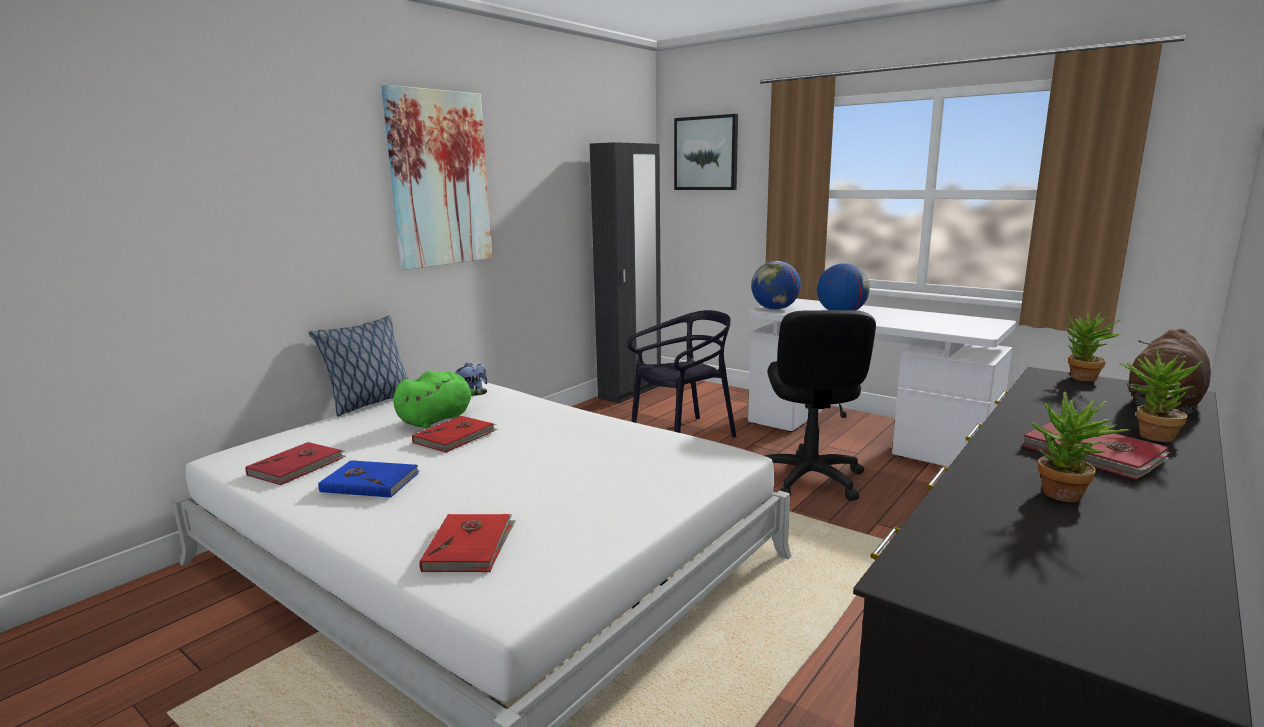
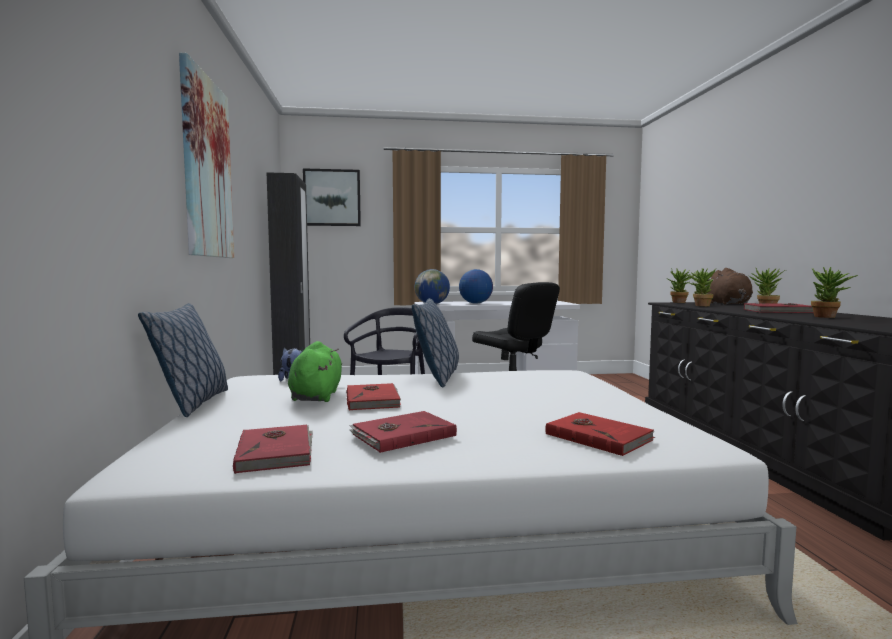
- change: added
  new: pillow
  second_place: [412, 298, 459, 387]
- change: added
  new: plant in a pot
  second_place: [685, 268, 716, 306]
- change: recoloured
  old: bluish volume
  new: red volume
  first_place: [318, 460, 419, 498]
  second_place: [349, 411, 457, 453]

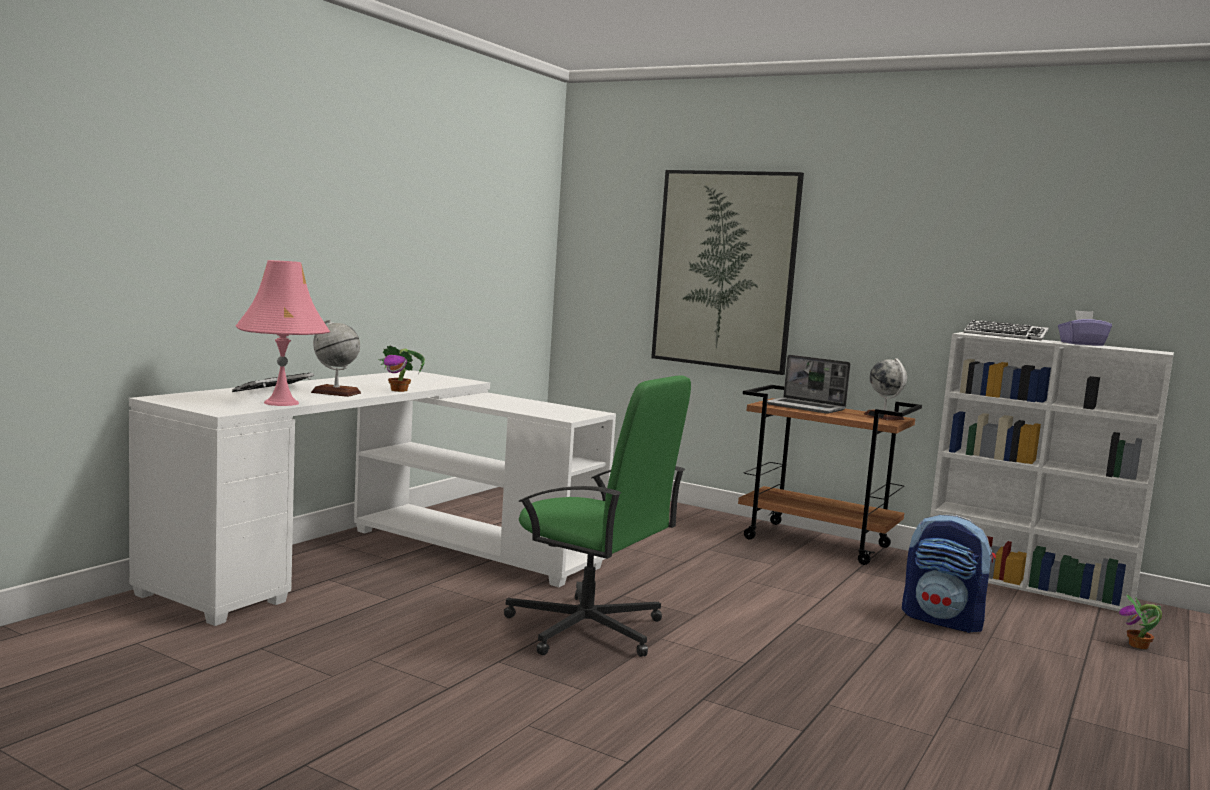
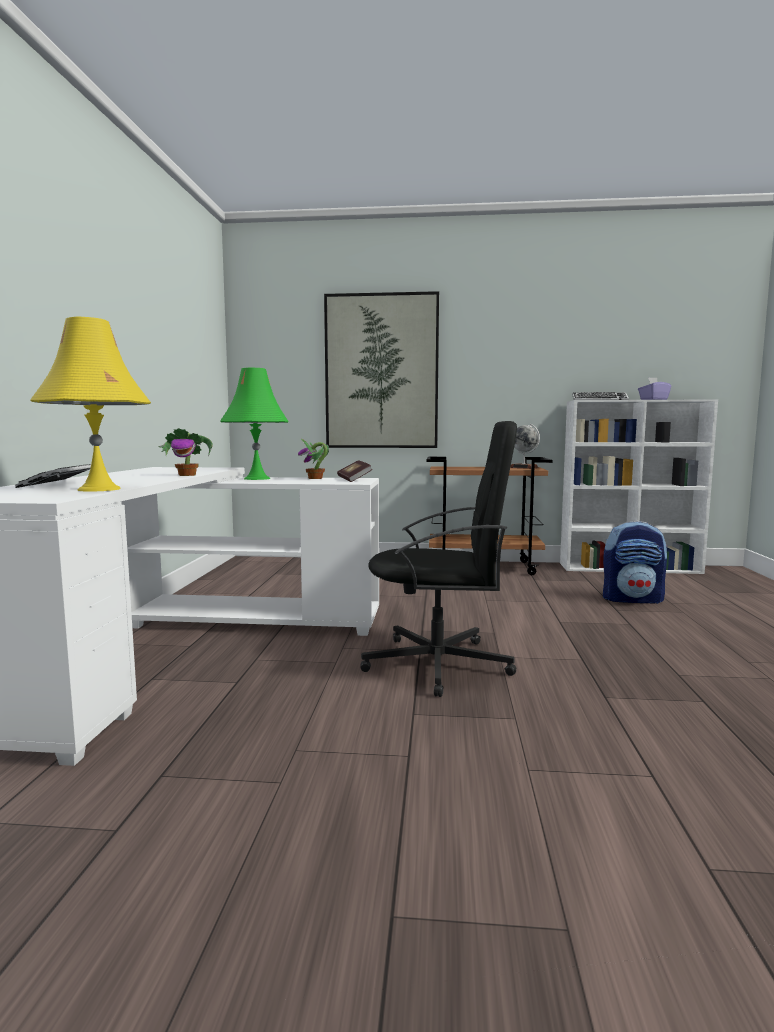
- change: removed
  old: globe
  first_place: [311, 320, 361, 397]
- change: removed
  old: notebook computer
  first_place: [767, 355, 851, 414]
- change: added
  new: greenish table lamp
  second_place: [220, 368, 289, 480]
- change: added
  new: volume
  second_place: [337, 460, 372, 482]
- change: moved
  old: plant in a pot
  first_place: [1119, 594, 1162, 649]
  second_place: [298, 439, 329, 479]
- change: recoloured
  old: pink-coloured table lamp
  new: yellow table lamp
  first_place: [236, 260, 330, 406]
  second_place: [30, 317, 151, 492]
- change: recoloured
  old: greenish computer chair
  new: black-coloured computer chair
  first_place: [504, 375, 691, 657]
  second_place: [360, 421, 517, 697]

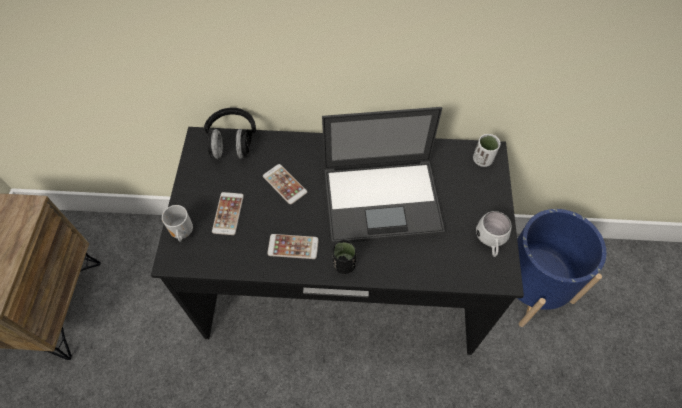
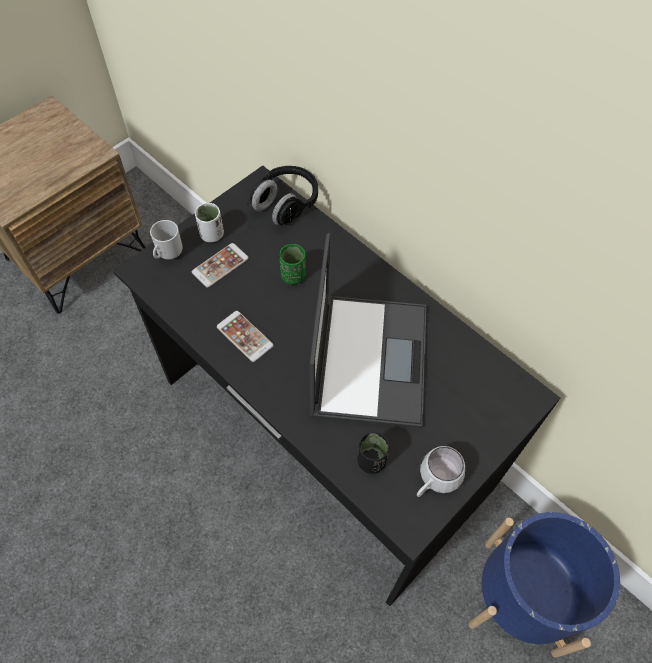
- change: moved
  old: black-coloured drinking cup
  first_place: [332, 240, 357, 274]
  second_place: [358, 432, 390, 474]
- change: moved
  old: white-coloured drinking cup
  first_place: [473, 134, 501, 167]
  second_place: [195, 203, 224, 242]
- change: replaced
  old: handset
  new: greenish drinking cup
  first_place: [263, 164, 307, 205]
  second_place: [279, 244, 306, 284]
- change: turned
  old: notebook computer
  first_place: [322, 107, 445, 244]
  second_place: [309, 233, 427, 428]
  degrees: -120

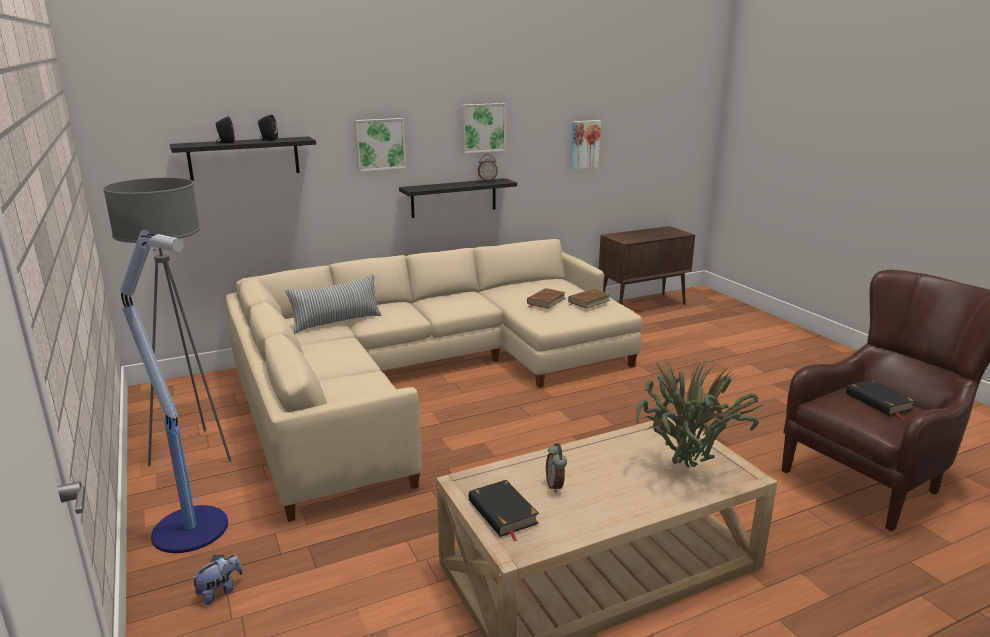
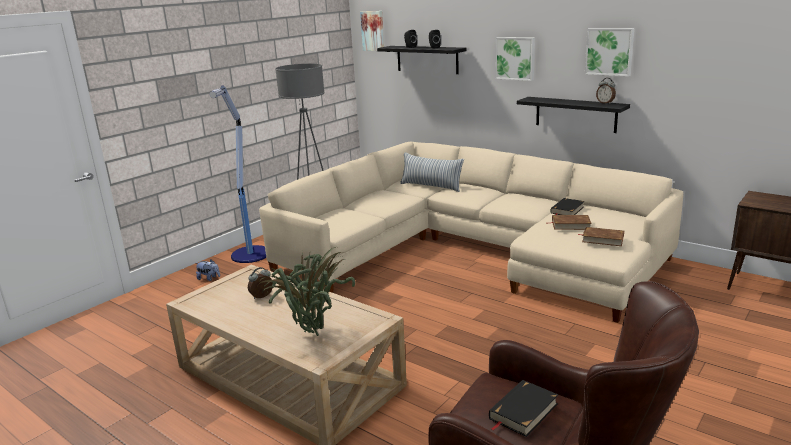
- change: moved
  old: black-coloured volume
  first_place: [469, 480, 539, 541]
  second_place: [551, 198, 585, 215]
- change: moved
  old: wall art
  first_place: [571, 120, 601, 170]
  second_place: [360, 11, 384, 51]

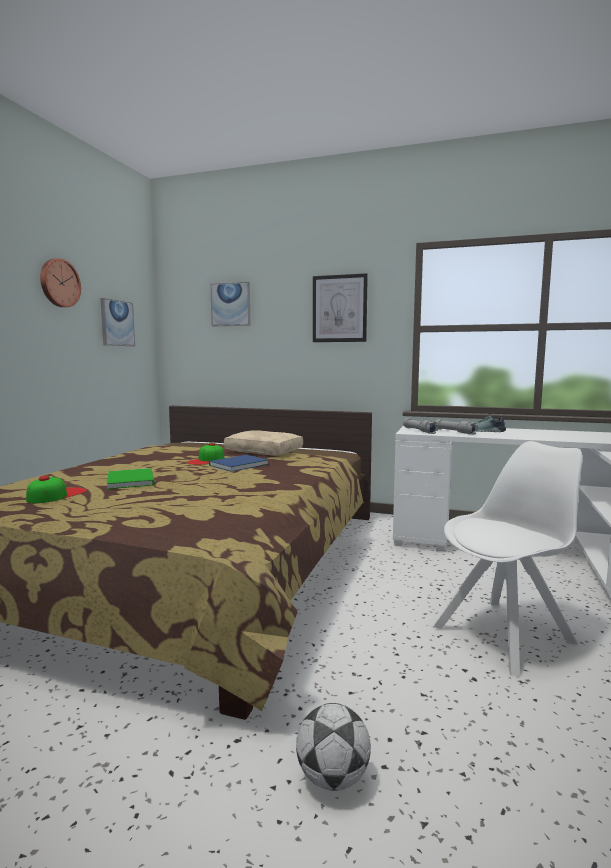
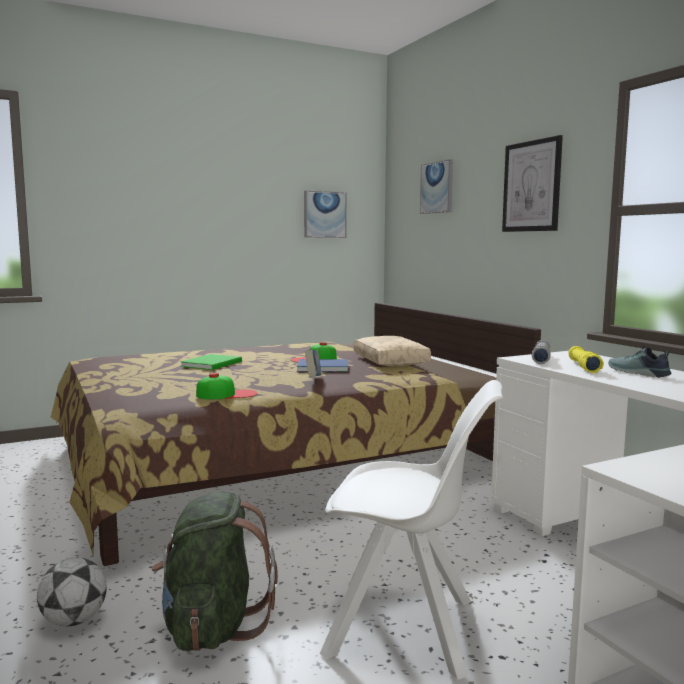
- change: removed
  old: clock on the wall
  first_place: [40, 258, 81, 307]
- change: added
  new: greenish knapsack
  second_place: [152, 492, 278, 651]
- change: added
  new: volume
  second_place: [305, 350, 321, 378]
- change: moved
  old: cap
  first_place: [26, 476, 87, 503]
  second_place: [196, 373, 258, 400]
- change: recoloured
  old: gray torch
  new: yellow torch
  first_place: [435, 419, 478, 434]
  second_place: [568, 346, 604, 373]

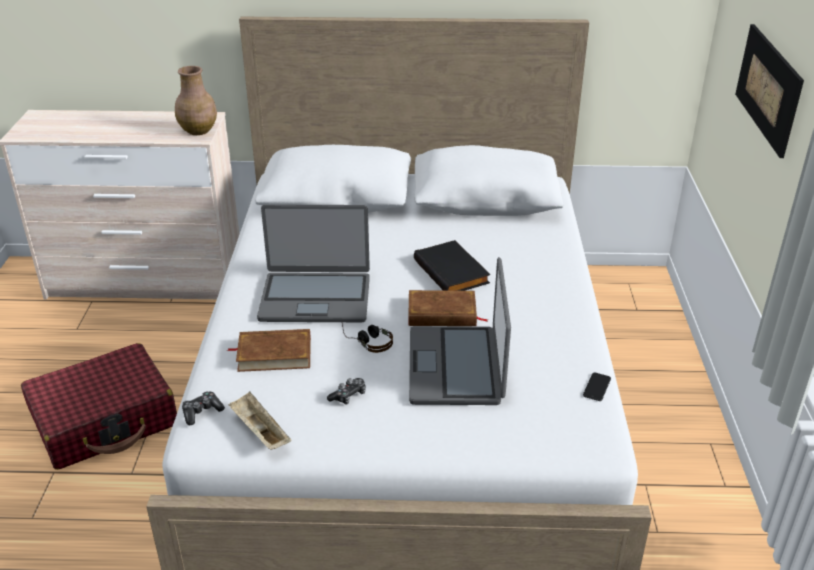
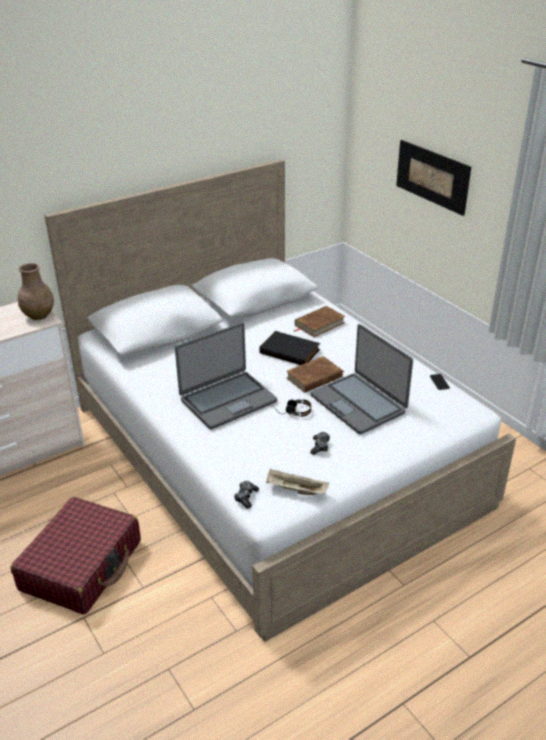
- change: moved
  old: brown volume
  first_place: [227, 329, 311, 372]
  second_place: [294, 306, 345, 337]

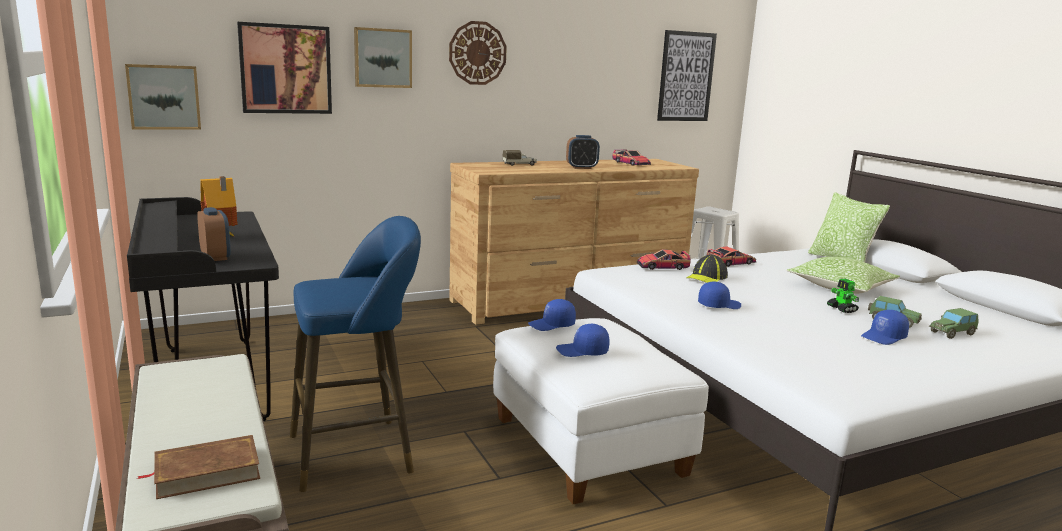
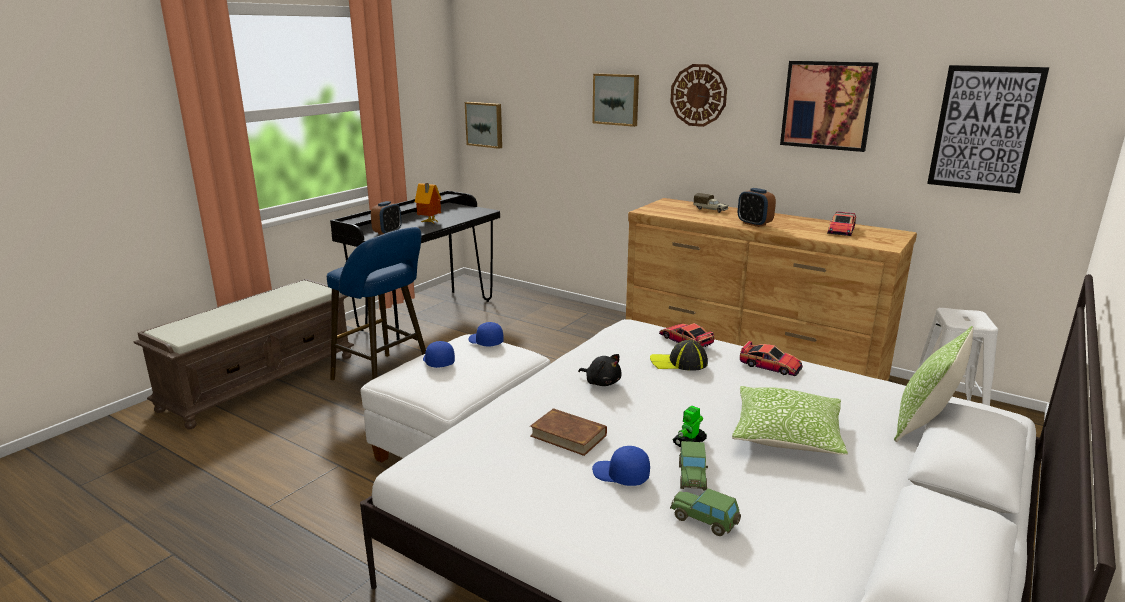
- change: moved
  old: brown volume
  first_place: [137, 435, 260, 499]
  second_place: [530, 408, 607, 456]
- change: moved
  old: wall art
  first_place: [237, 22, 332, 114]
  second_place: [780, 61, 879, 152]
- change: replaced
  old: bluish cap
  new: black-coloured cuddly toy
  first_place: [698, 282, 741, 309]
  second_place: [578, 354, 622, 386]

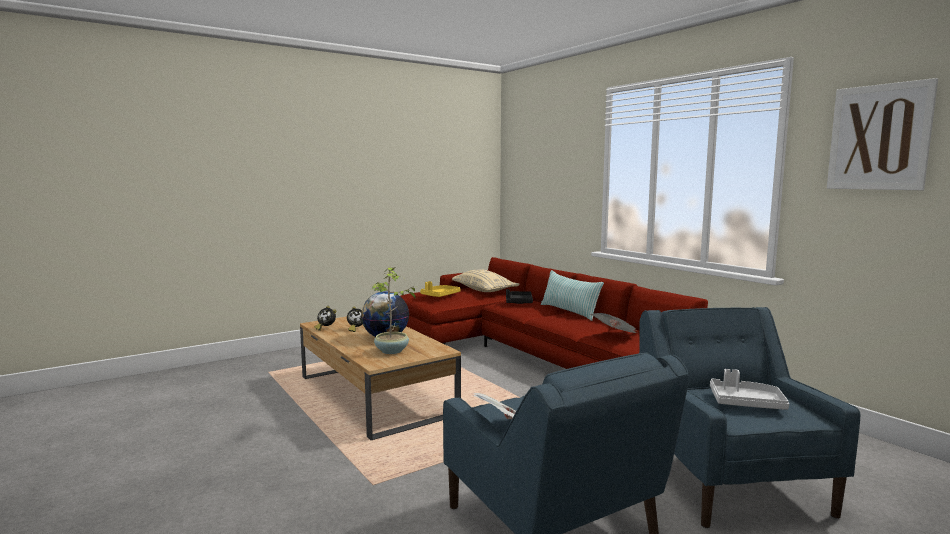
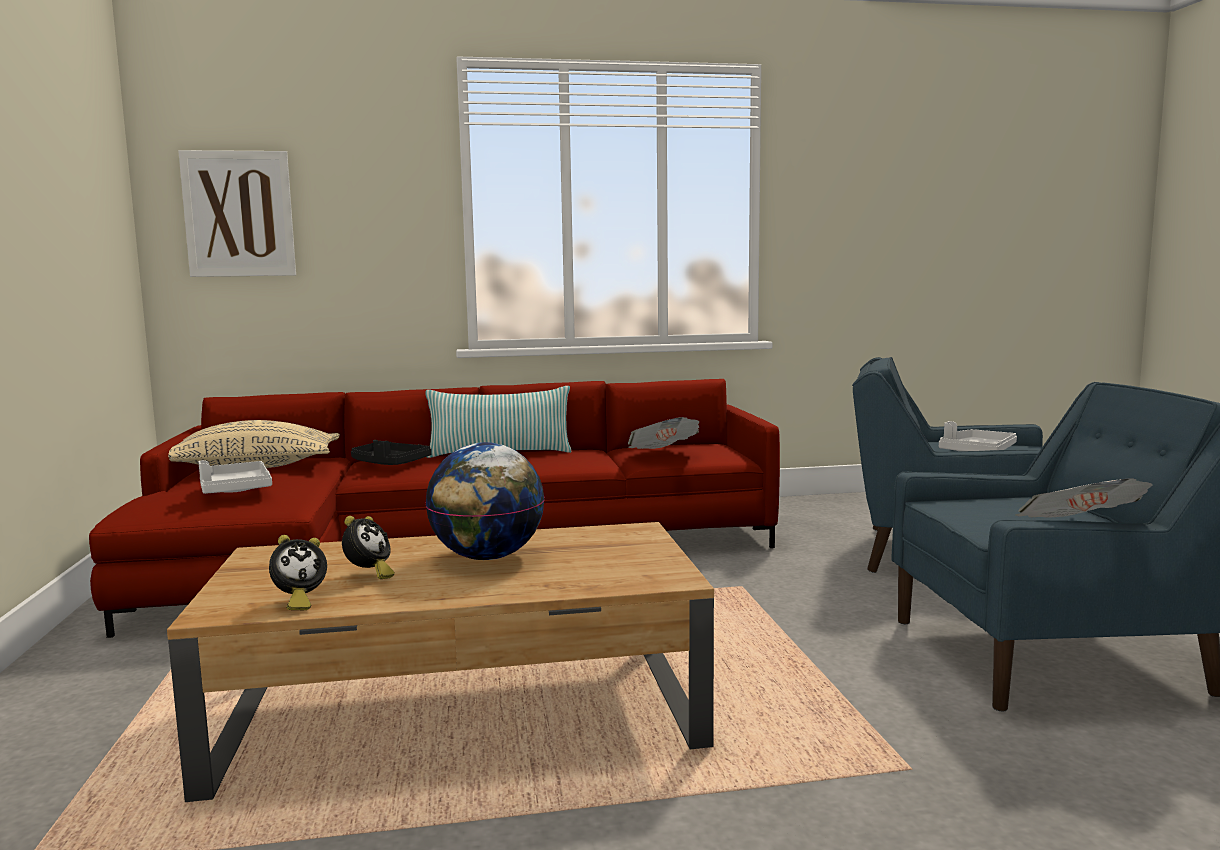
- change: removed
  old: plant in a pot
  first_place: [372, 266, 419, 354]
- change: moved
  old: wall art
  first_place: [827, 78, 938, 190]
  second_place: [178, 150, 296, 277]
- change: recoloured
  old: yellow carrying tray
  new: gray carrying tray
  first_place: [420, 281, 461, 297]
  second_place: [198, 460, 272, 494]

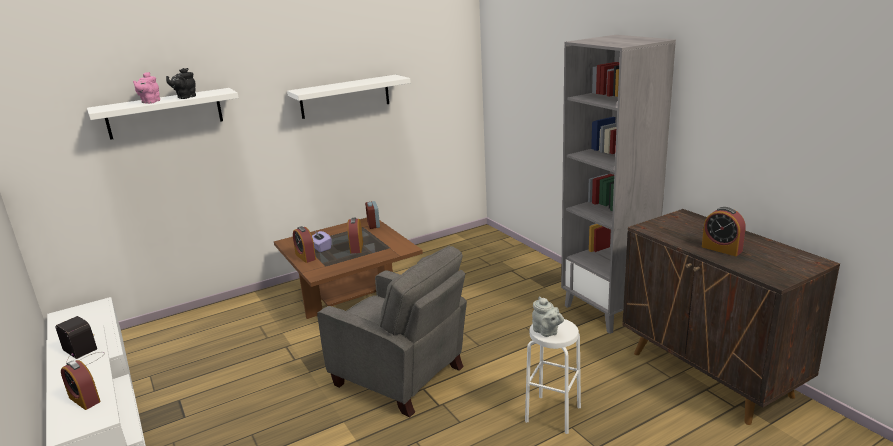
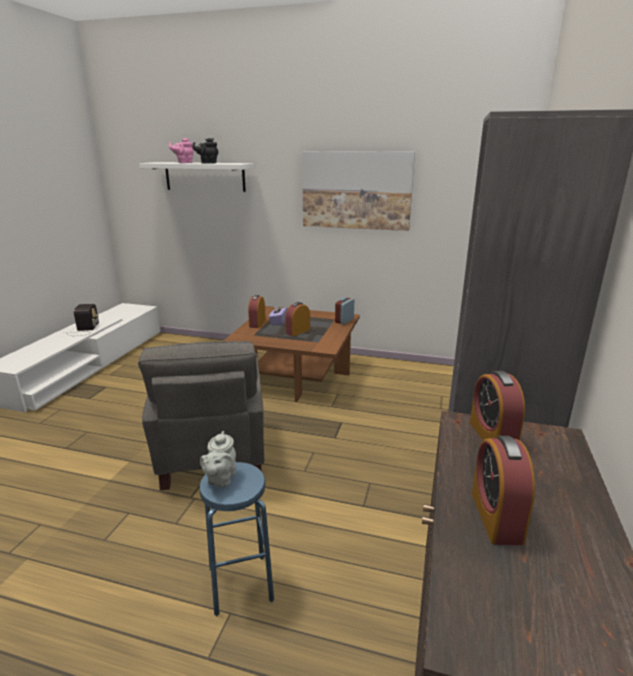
- change: moved
  old: table clock
  first_place: [61, 360, 101, 410]
  second_place: [470, 371, 525, 441]
- change: replaced
  old: white-coloured bracket shelf
  new: wall art
  first_place: [287, 75, 411, 119]
  second_place: [302, 151, 415, 231]
- change: recoloured
  old: white-coloured stool seat
  new: bluish stool seat
  first_place: [525, 319, 581, 434]
  second_place: [199, 462, 274, 616]

